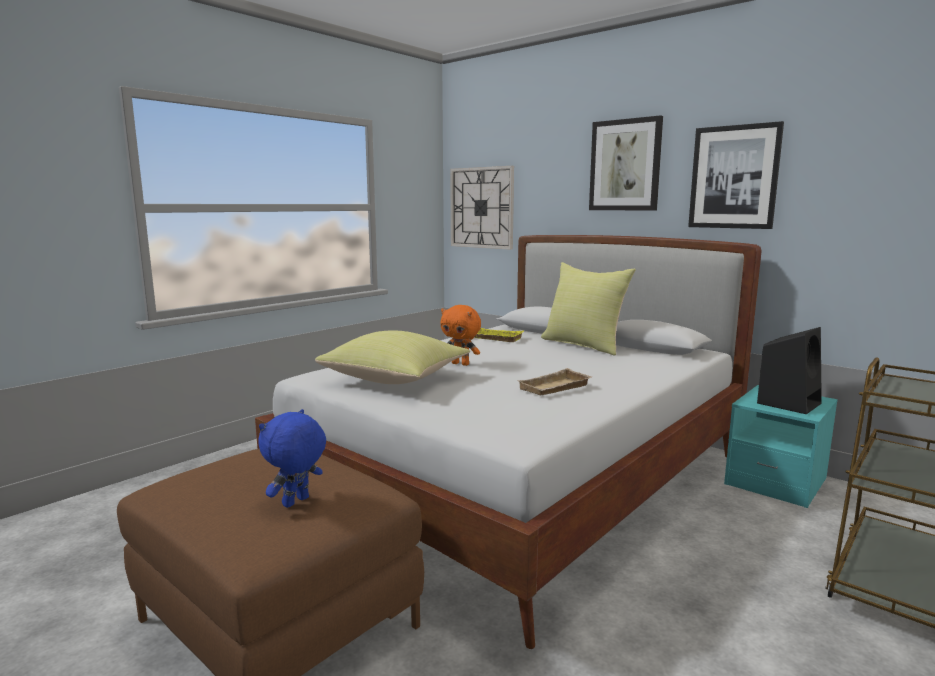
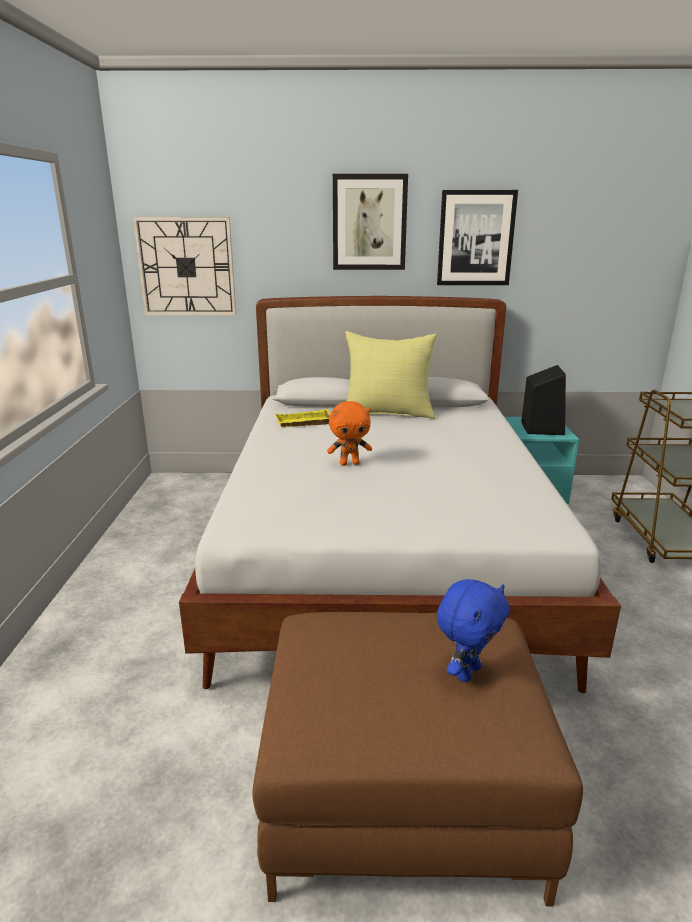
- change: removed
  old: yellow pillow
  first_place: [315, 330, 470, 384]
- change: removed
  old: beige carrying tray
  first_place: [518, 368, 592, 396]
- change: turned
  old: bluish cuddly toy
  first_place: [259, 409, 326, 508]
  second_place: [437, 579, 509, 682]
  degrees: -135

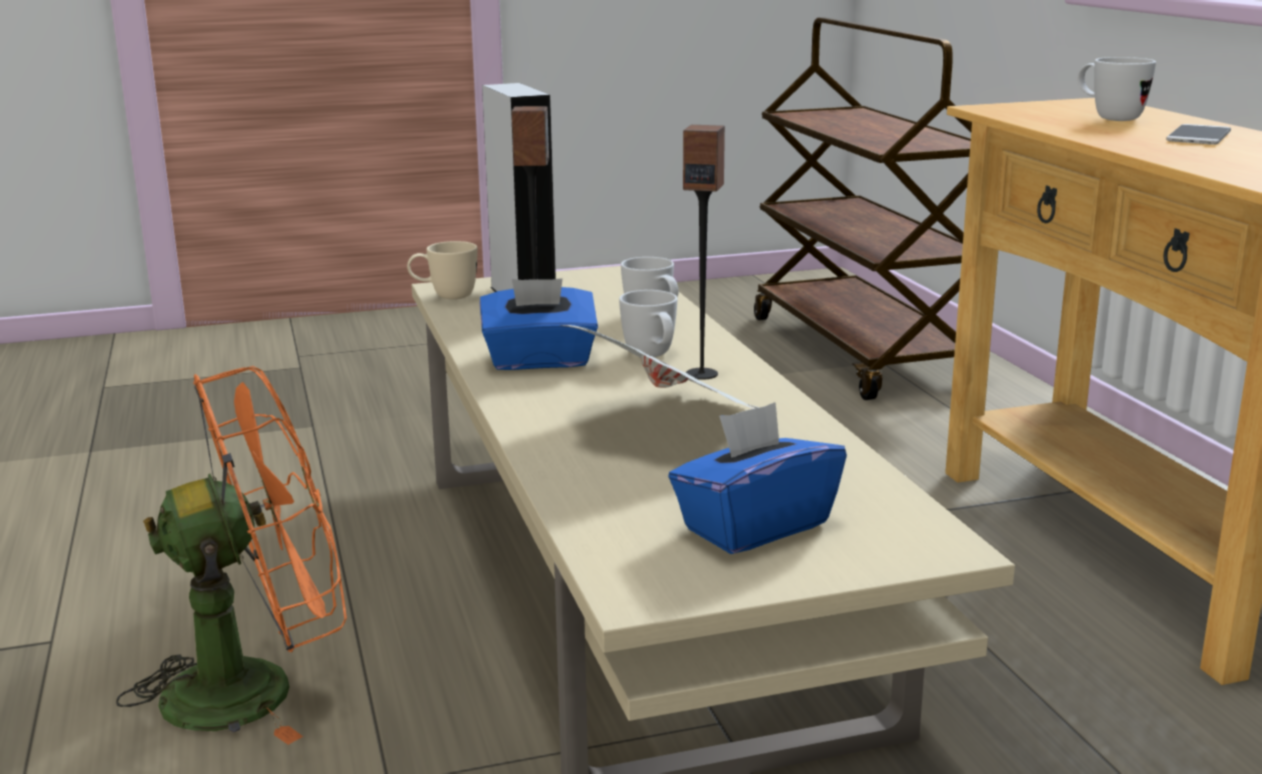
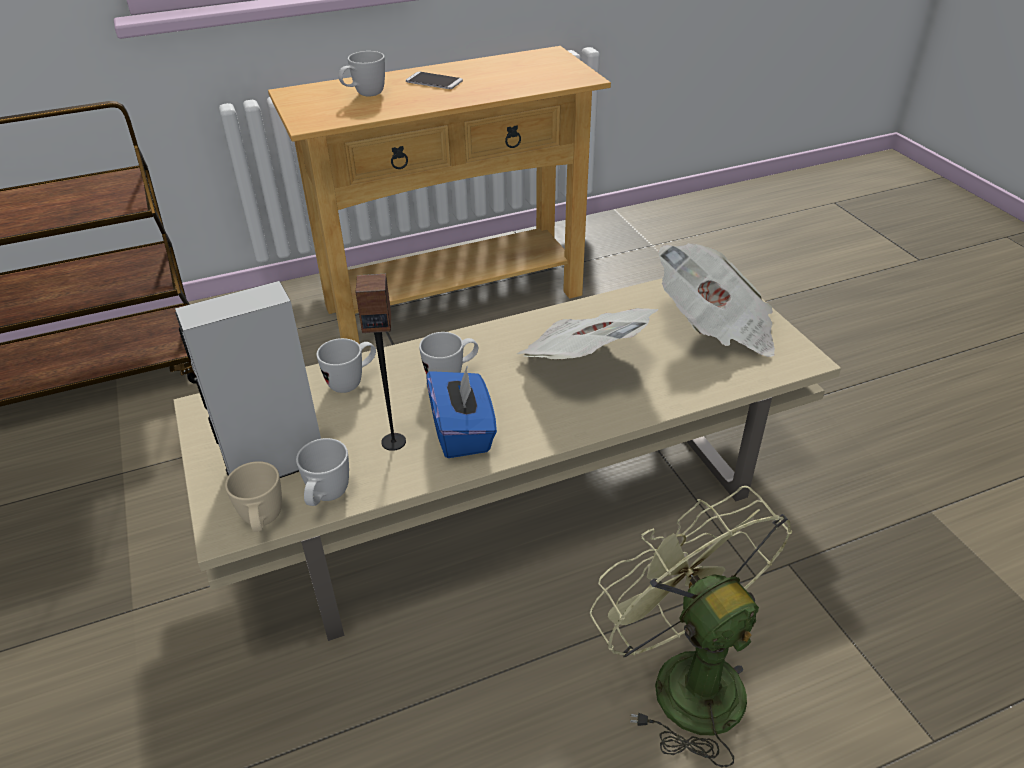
- change: removed
  old: loudspeaker
  first_place: [683, 125, 725, 380]
- change: added
  new: white-coloured coffee mug
  second_place: [296, 438, 349, 506]
- change: replaced
  old: bluish box of tissues
  new: newspaper
  first_place: [668, 402, 847, 554]
  second_place: [658, 243, 775, 357]
- change: recoloured
  old: orange cooling fan
  new: greenish cooling fan
  first_place: [116, 366, 347, 745]
  second_place: [590, 486, 792, 767]

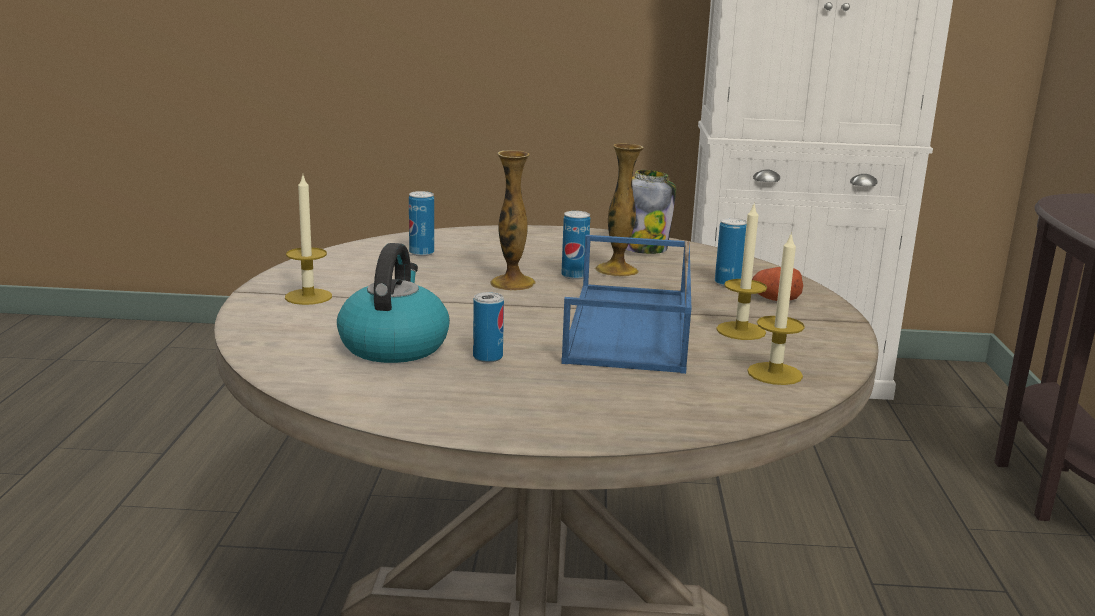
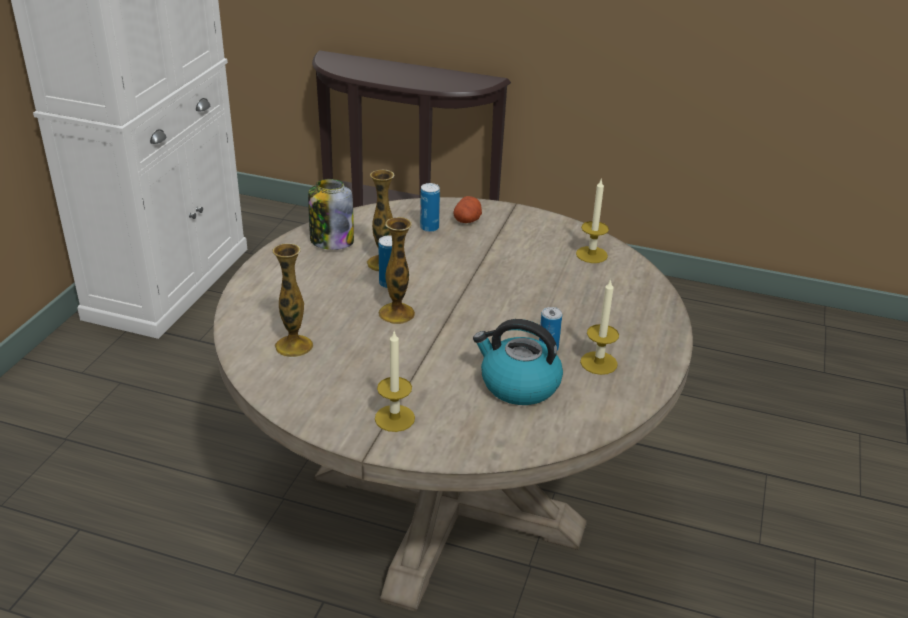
- change: removed
  old: bluish carrying tray
  first_place: [561, 235, 691, 374]
- change: moved
  old: wax candle
  first_place: [716, 202, 767, 340]
  second_place: [580, 279, 619, 375]
- change: replaced
  old: metal can
  new: decorative vase
  first_place: [409, 191, 434, 256]
  second_place: [272, 243, 313, 357]

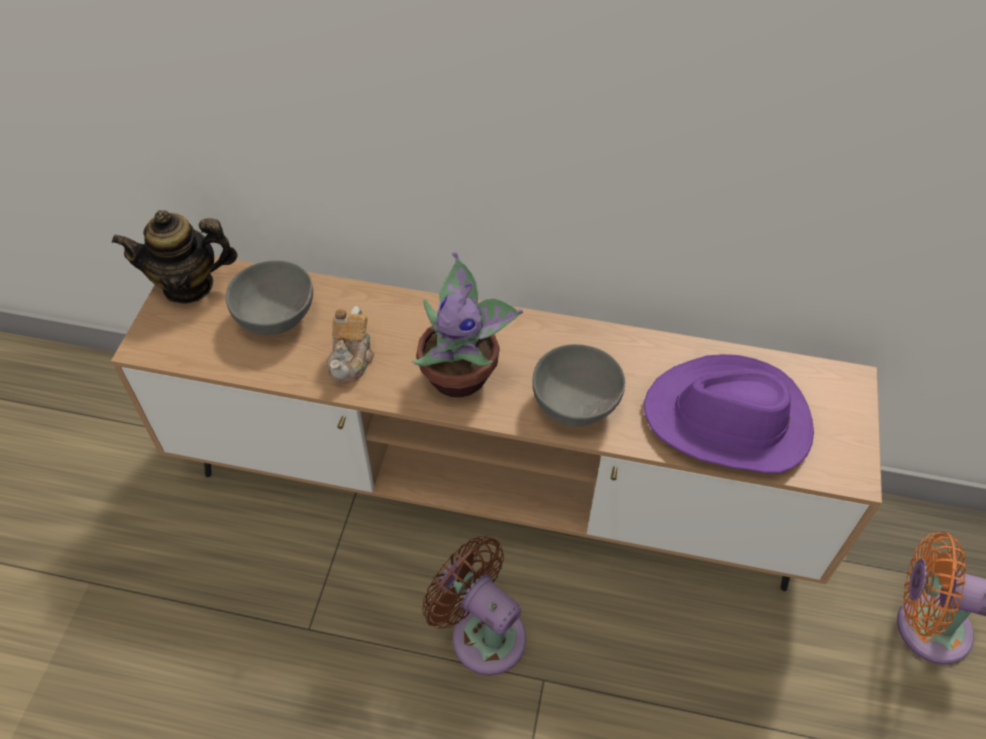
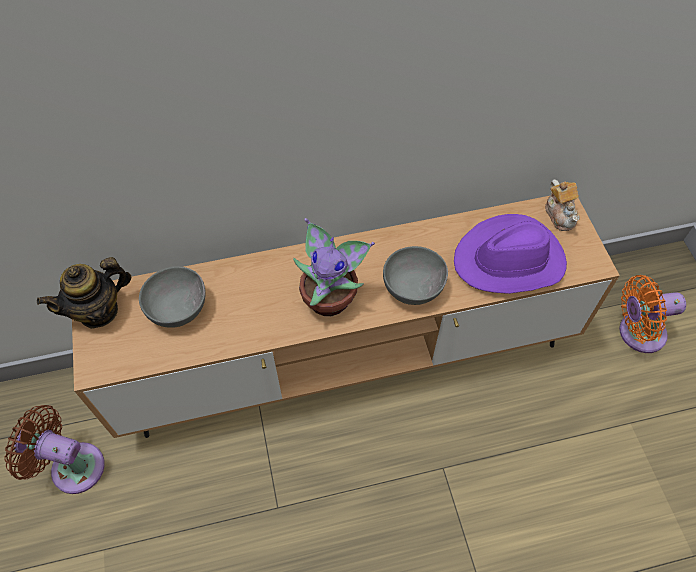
- change: moved
  old: pot for tea
  first_place: [327, 306, 374, 383]
  second_place: [545, 179, 580, 231]
- change: moved
  old: brown cooling fan
  first_place: [422, 536, 526, 675]
  second_place: [4, 405, 105, 494]

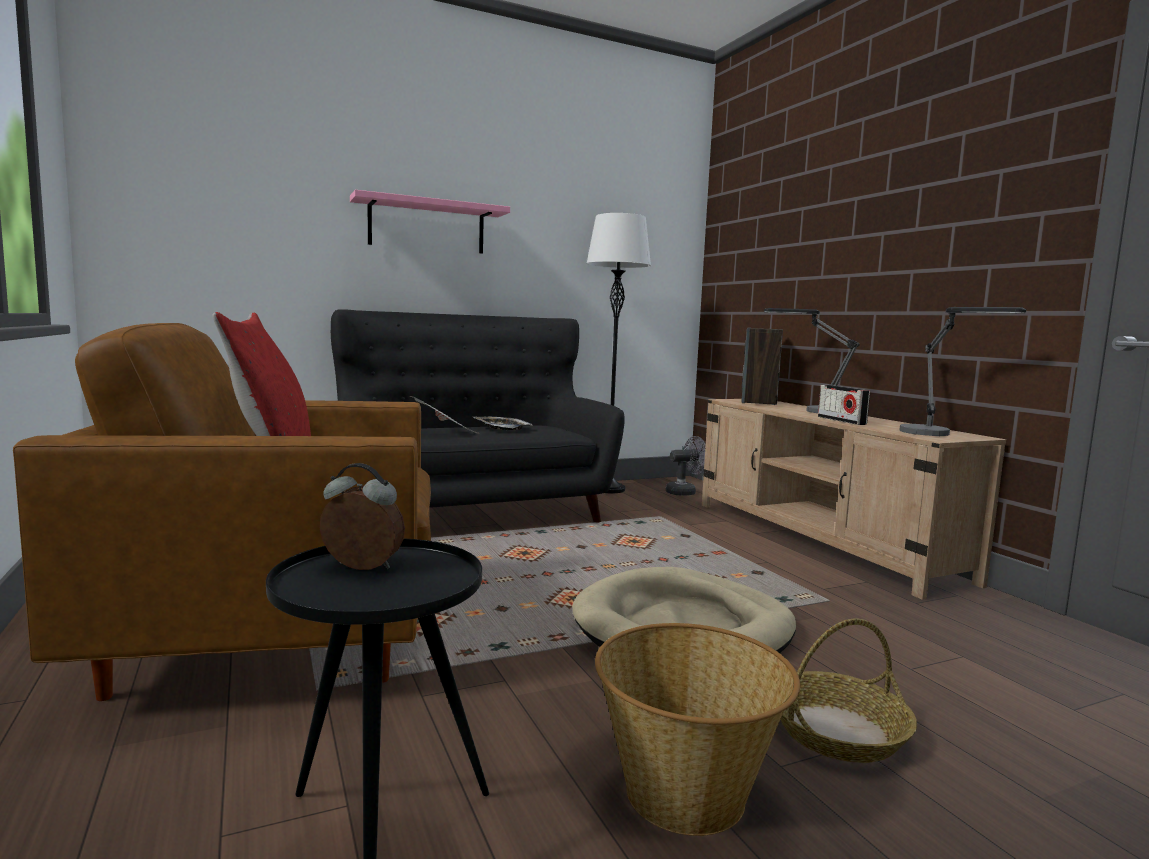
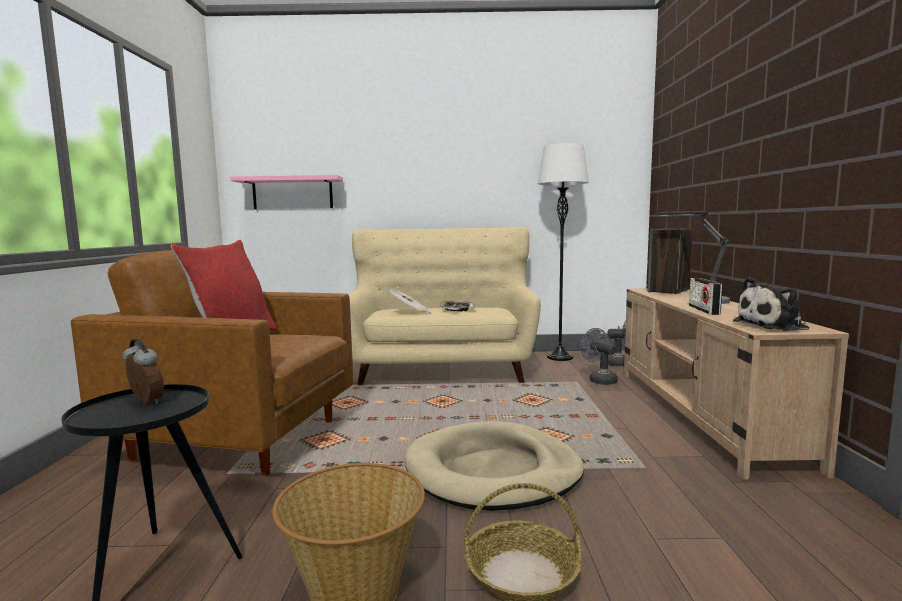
- change: added
  new: gray cooling fan
  second_place: [580, 328, 618, 385]
- change: moved
  old: pink-coloured bracket shelf
  first_place: [350, 190, 510, 254]
  second_place: [230, 175, 343, 209]
- change: replaced
  old: table lamp
  new: cuddly toy
  first_place: [900, 307, 1026, 436]
  second_place: [733, 277, 809, 331]
- change: recoloured
  old: black-coloured couch
  new: beige couch
  first_place: [331, 309, 625, 522]
  second_place: [349, 227, 541, 385]

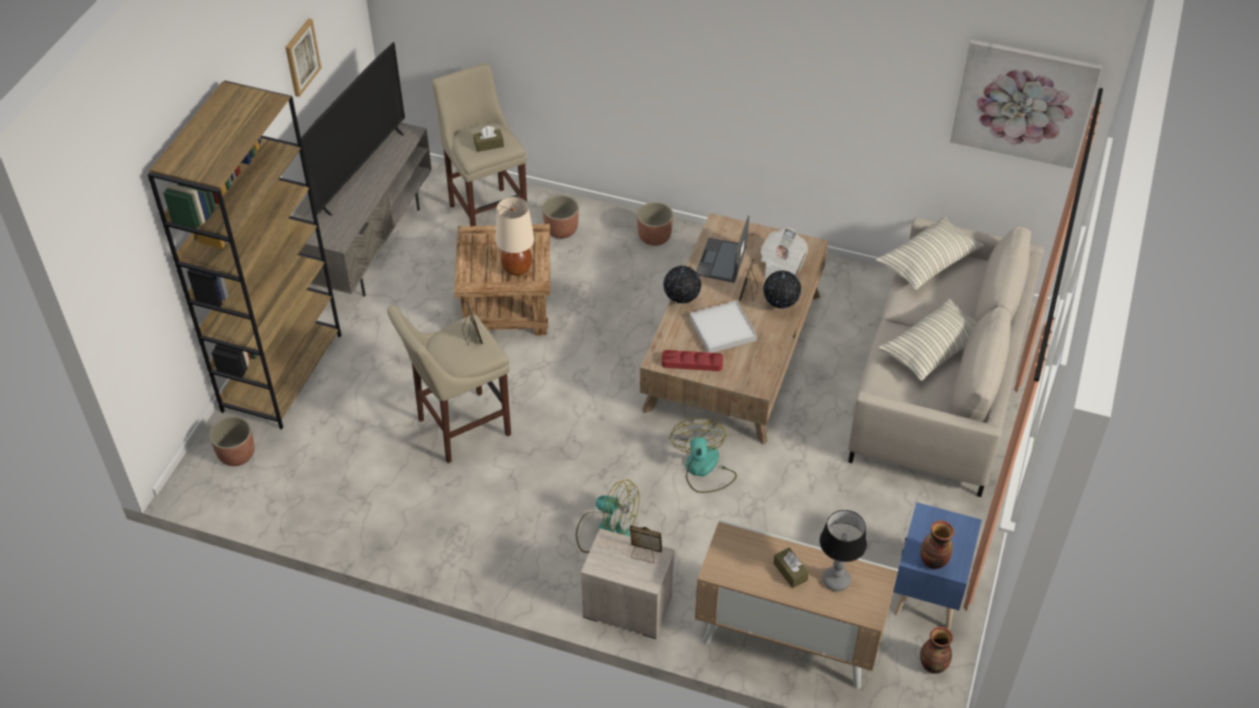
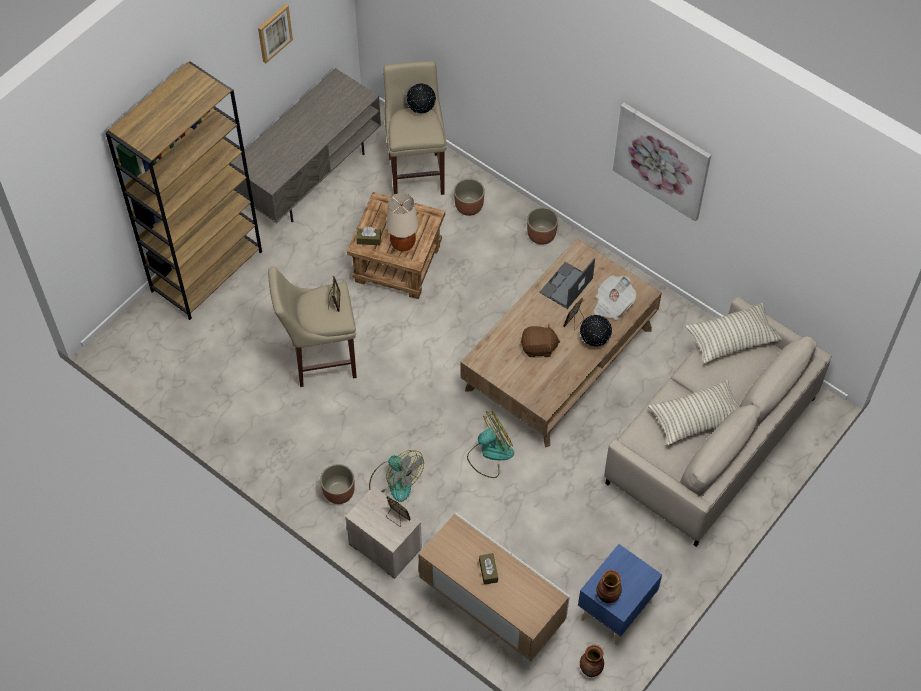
- change: removed
  old: TV set
  first_place: [301, 42, 405, 216]
- change: removed
  old: red carrying tray
  first_place: [661, 350, 723, 371]
- change: removed
  old: table lamp
  first_place: [819, 510, 867, 591]
- change: moved
  old: flower pot
  first_place: [209, 417, 255, 466]
  second_place: [320, 464, 355, 504]
- change: moved
  old: brown box of tissues
  first_place: [473, 126, 504, 152]
  second_place: [356, 227, 381, 245]
- change: moved
  old: globe
  first_place: [663, 266, 701, 304]
  second_place: [406, 83, 436, 113]
- change: moved
  old: wall art
  first_place: [950, 39, 1102, 169]
  second_place: [613, 103, 711, 222]
- change: replaced
  old: white-coloured carrying tray
  new: brown cuddly toy
  first_place: [690, 300, 757, 353]
  second_place: [521, 323, 561, 357]
- change: turned
  old: cooling fan
  first_place: [670, 419, 737, 493]
  second_place: [467, 411, 514, 478]
  degrees: 45

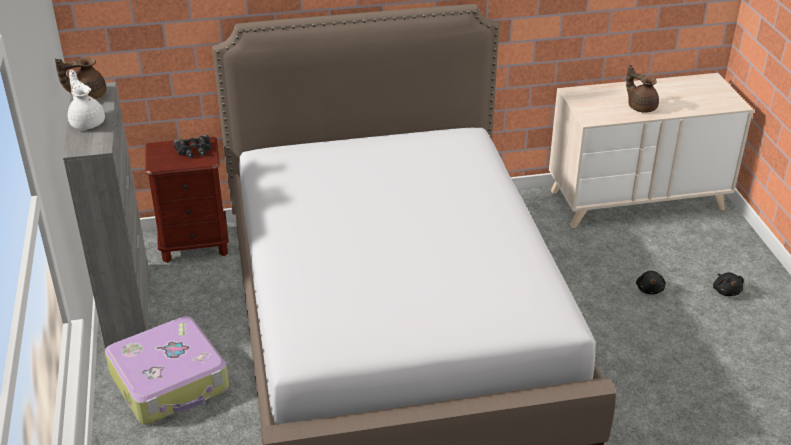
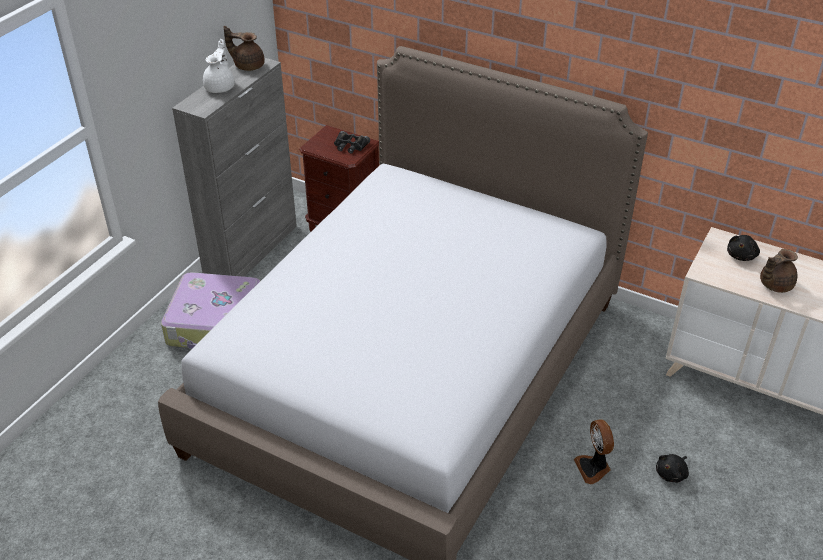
- change: added
  new: cooling fan
  second_place: [574, 419, 614, 484]
- change: moved
  old: black-coloured cuddly toy
  first_place: [713, 272, 744, 296]
  second_place: [727, 235, 760, 261]
- change: turned
  old: brown pot for tea
  first_place: [626, 65, 659, 113]
  second_place: [760, 249, 798, 293]
  degrees: -120

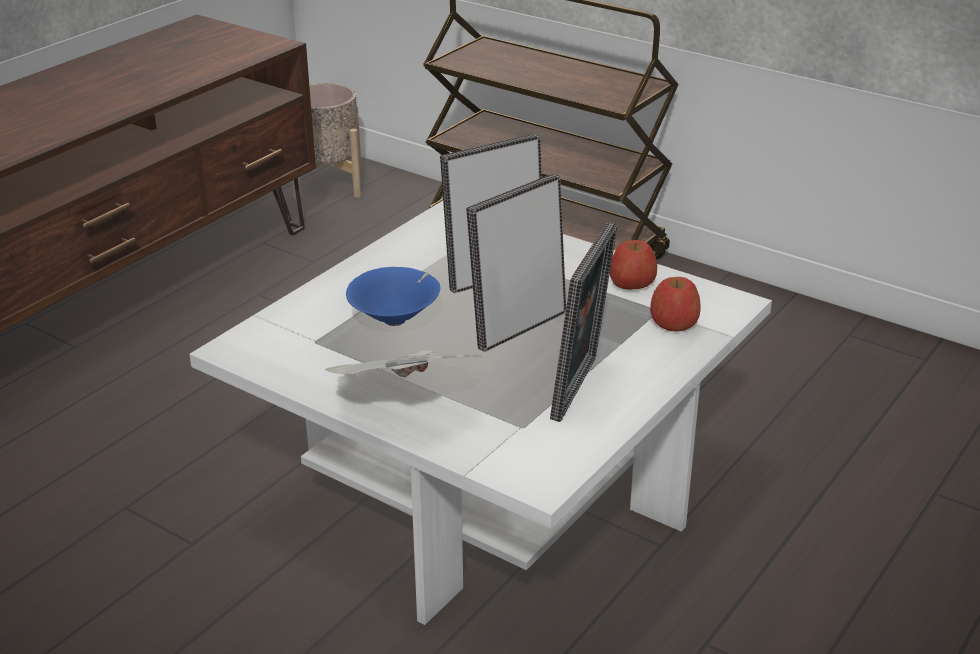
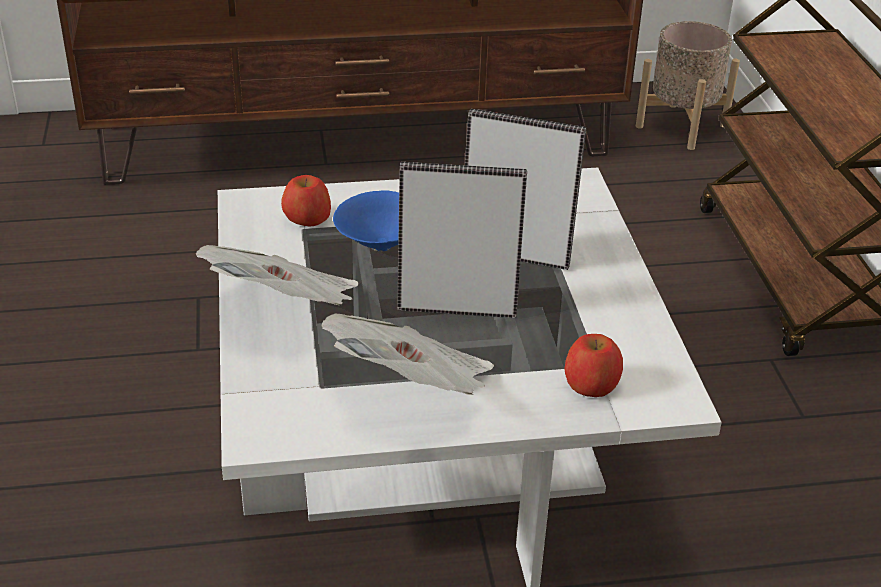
- change: moved
  old: apple
  first_place: [610, 240, 657, 290]
  second_place: [281, 175, 331, 227]
- change: replaced
  old: photo frame
  new: newspaper
  first_place: [550, 222, 618, 422]
  second_place: [322, 314, 494, 395]

